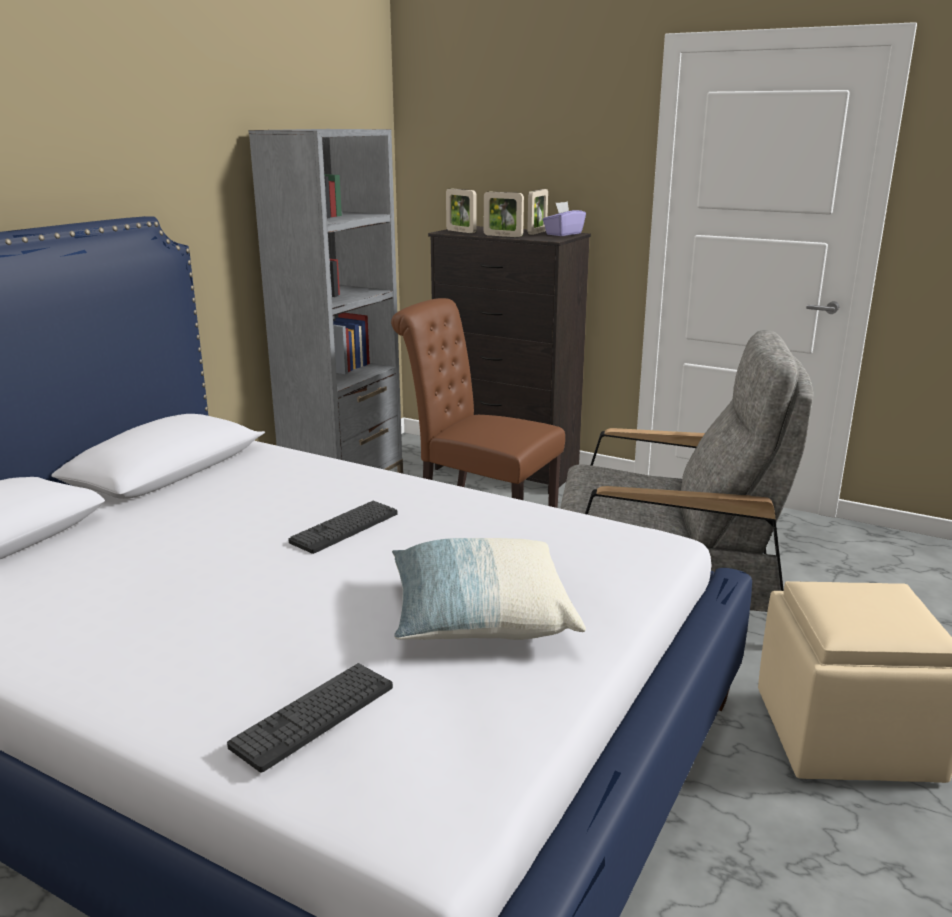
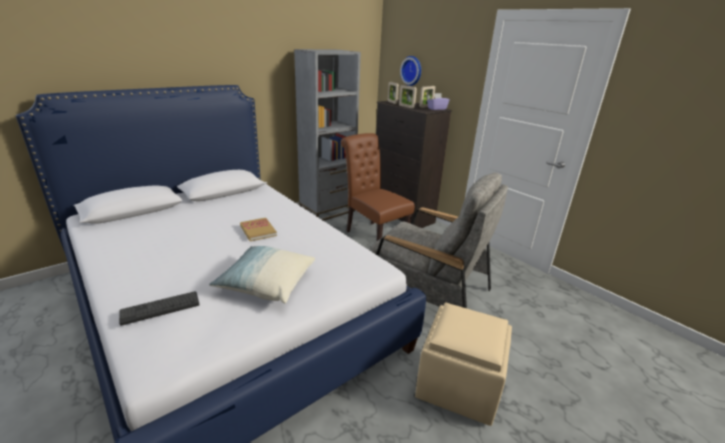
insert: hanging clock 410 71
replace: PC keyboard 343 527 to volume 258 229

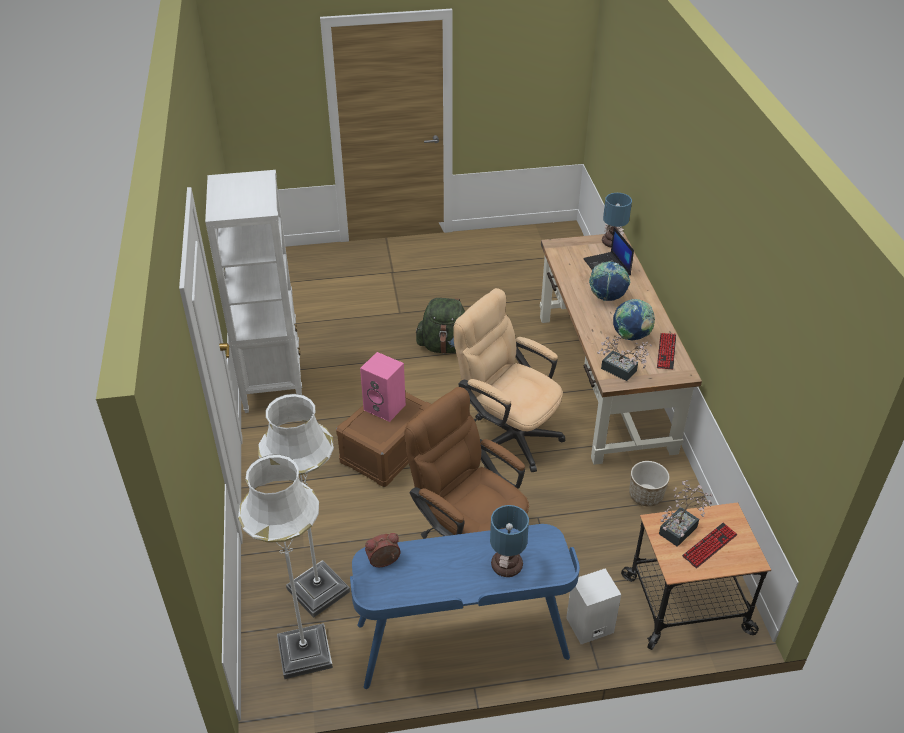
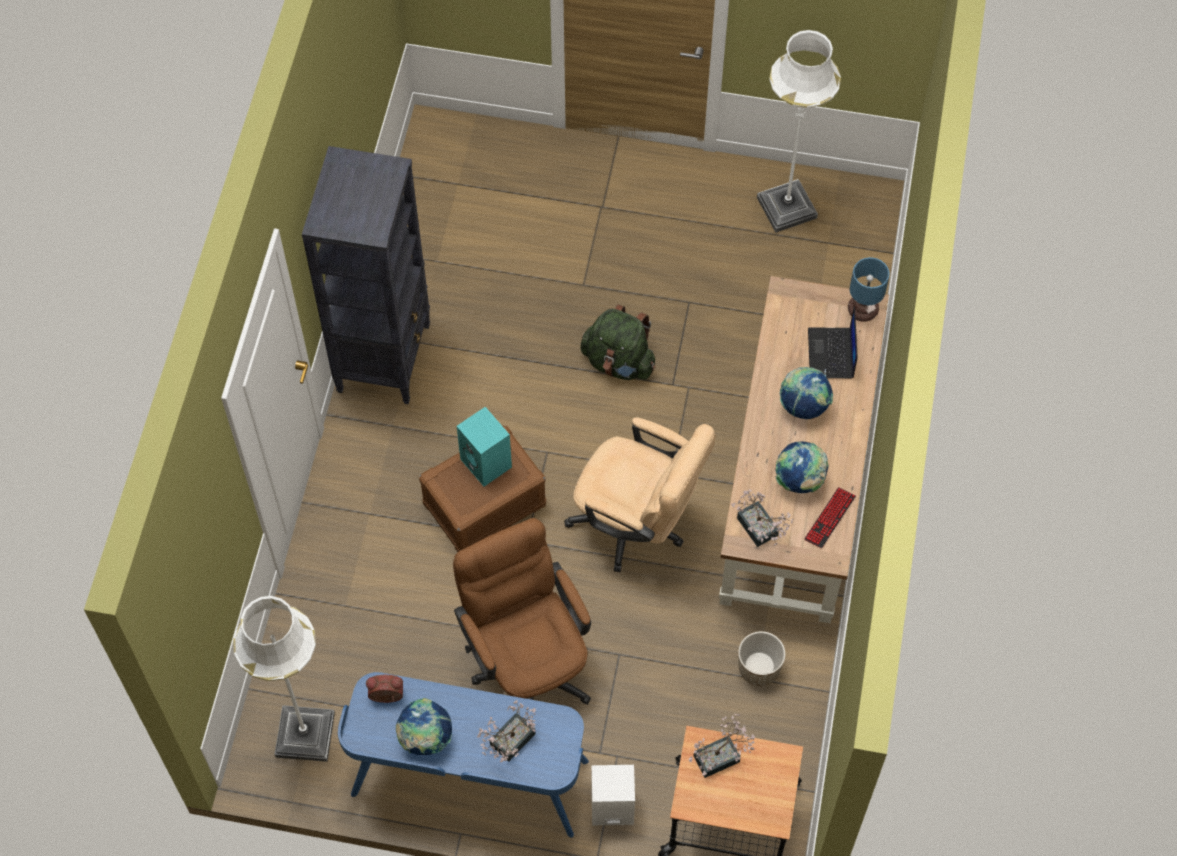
delete: PC keyboard 710 545
insert: globe 424 726
move: standard lamp (white-coloured) 304 506 to 799 131
replace: tabletop lamp 509 541 to potted plant 506 731
recolor: bookcase (white-coloured) 253 291 to bookcase (black-coloured) 366 275; speaker (pink-coloured) 383 387 to speaker (blue-green) 484 446
rotate: computer chair (beige-coloured) 509 380 = 640 495 150 degrees clockwise

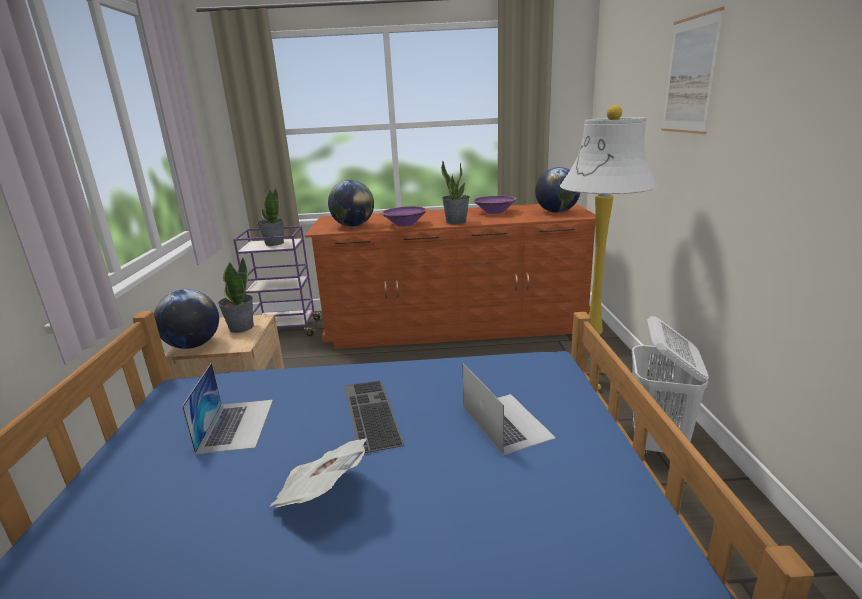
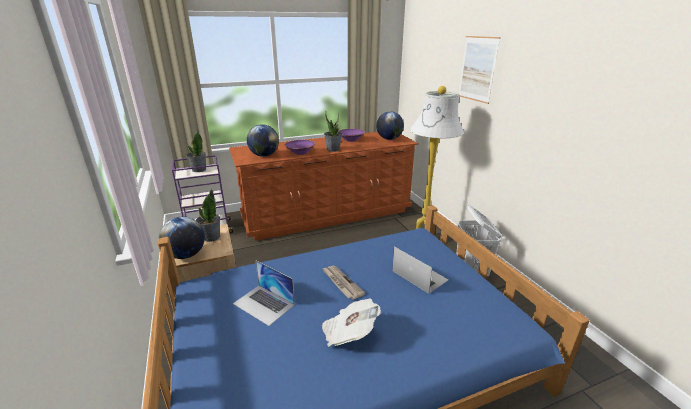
replace: PC keyboard 374 417 to newspaper 343 283
rotate: laptop 227 408 = 264 293 150 degrees clockwise

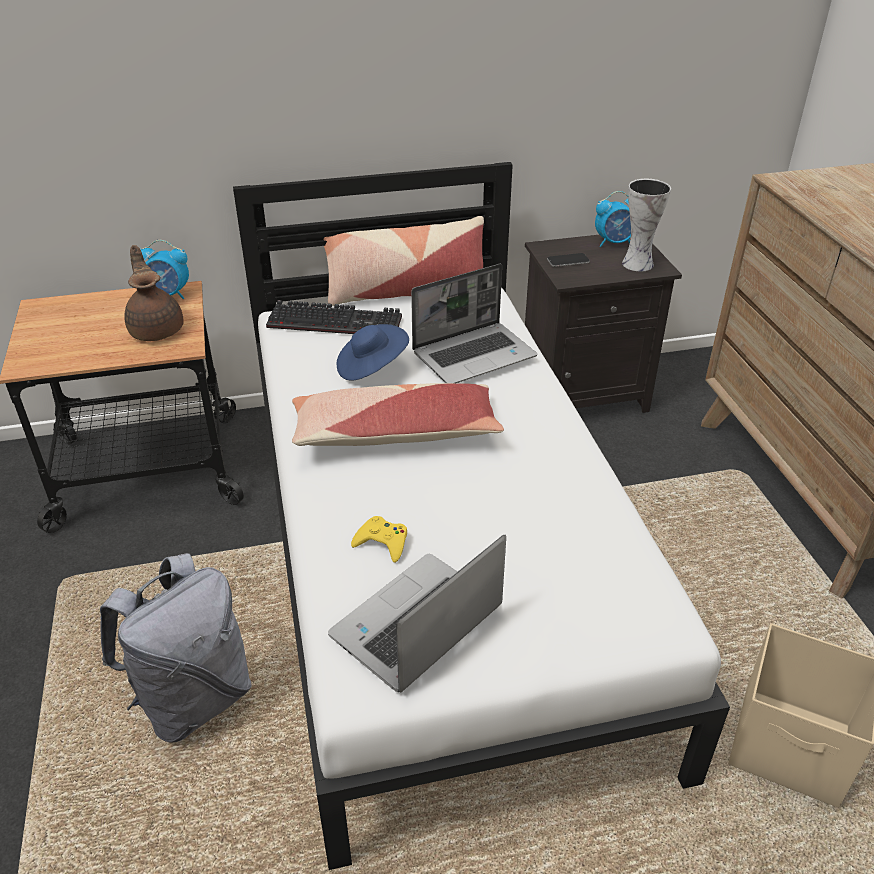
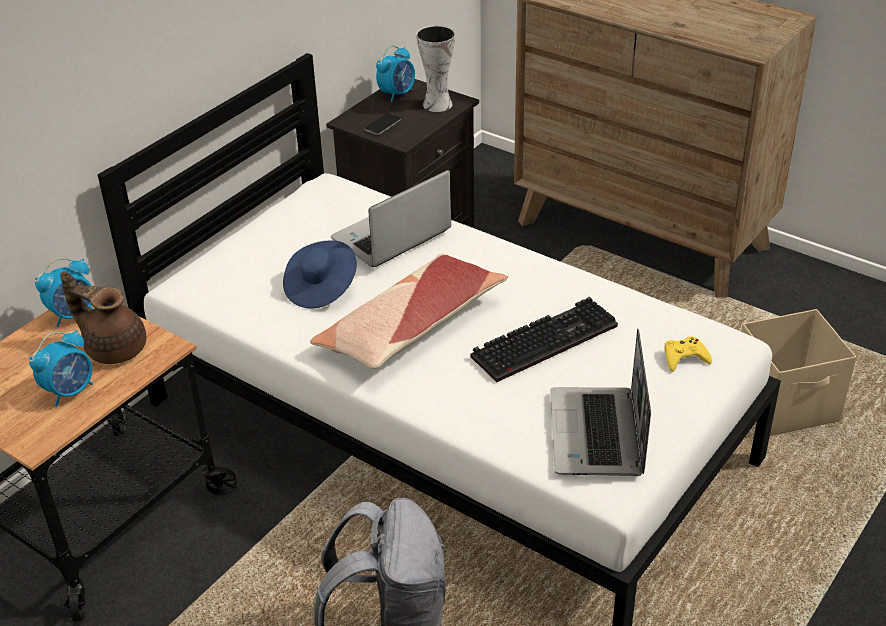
delete: throw pillow 403 261
insert: table clock 61 368
move: PC keyboard 334 317 to 544 339; gamepad (yellow) 379 539 to 688 354
rotate: laptop 474 323 = 391 218 150 degrees counterclockwise

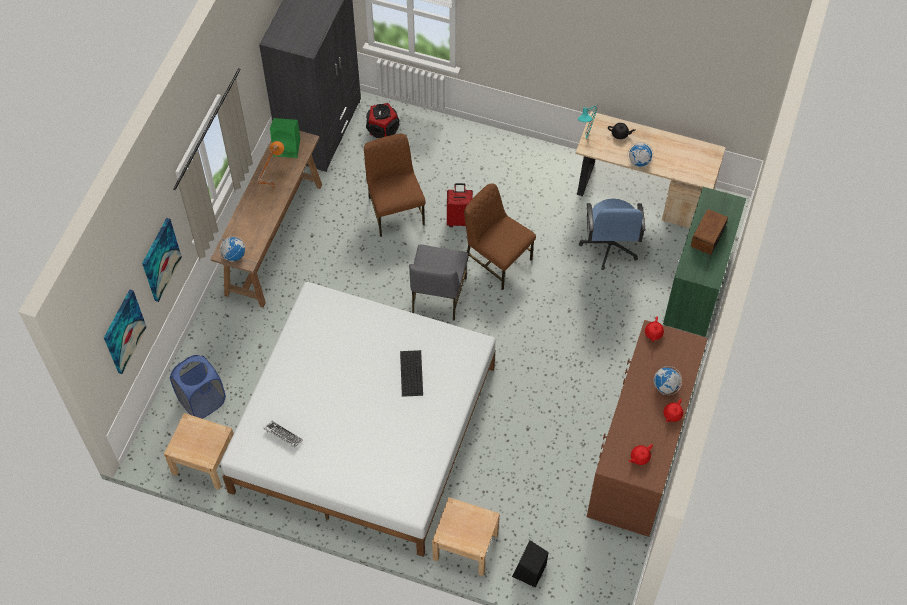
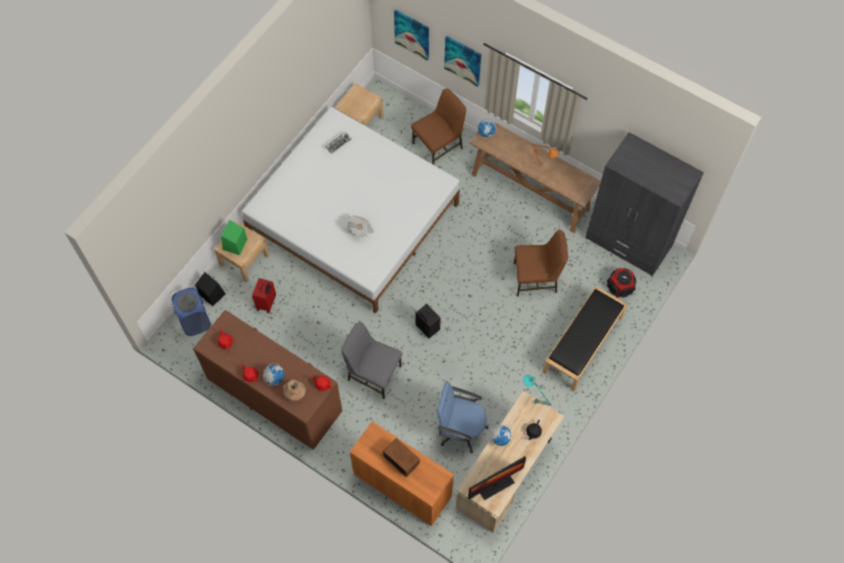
insert: flower vase (brownish) 294 390; travel case (black-coloured) 428 321; monitor 497 478; indoor bench (black-coloured) 584 338
move: hamper (blue) 198 387 to 191 312; speaker (green) 285 138 to 234 237; travel case (reddish) 460 205 to 264 295; chair (greyish) 438 282 to 371 360; chair (brownish) 500 236 to 438 126
replace: PC keyboard 411 373 to newspaper 360 226
recolor: storage cabinet (green) 704 262 to storage cabinet (orangey) 402 473

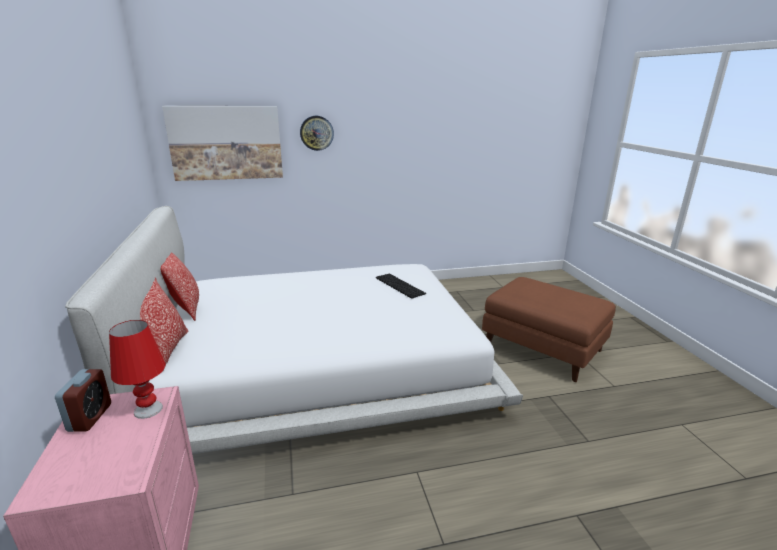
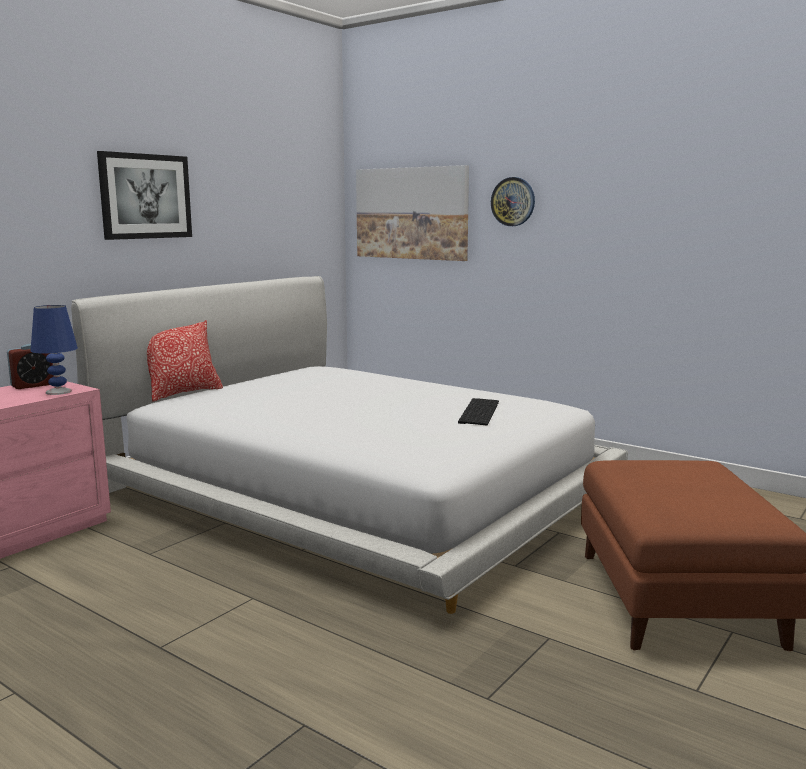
delete: throw pillow 180 286
insert: wall art 144 195
recolor: tabletop lamp (reddish) 137 369 to tabletop lamp (blue) 54 350

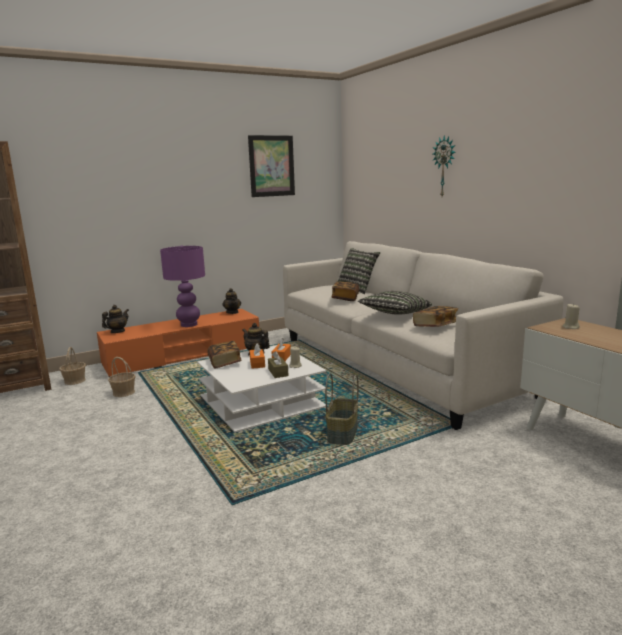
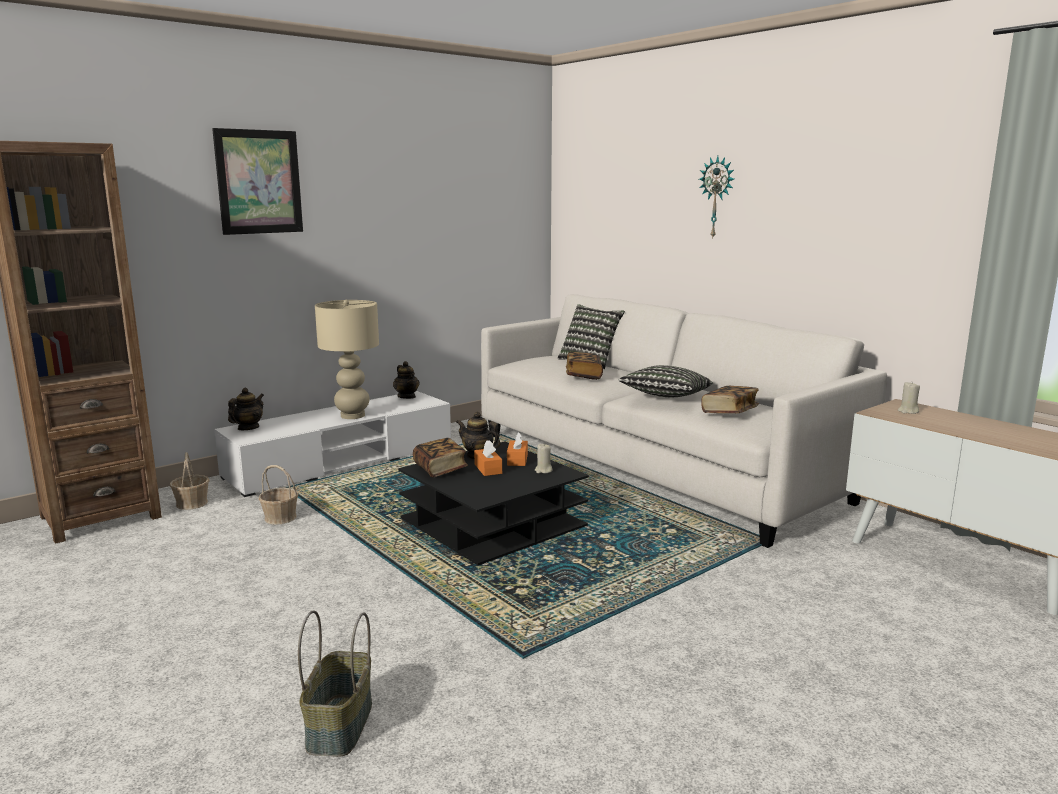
delete: box of tissues (brownish) 278 364
move: wall art 271 166 to 257 181; basket 342 409 to 335 683
recolor: media console (orangey) 178 343 to media console (white-coloured) 332 444; tabletop lamp (purplish) 182 286 to tabletop lamp (beige-coloured) 347 359; coffee table (white-coloured) 261 389 to coffee table (black-coloured) 493 503

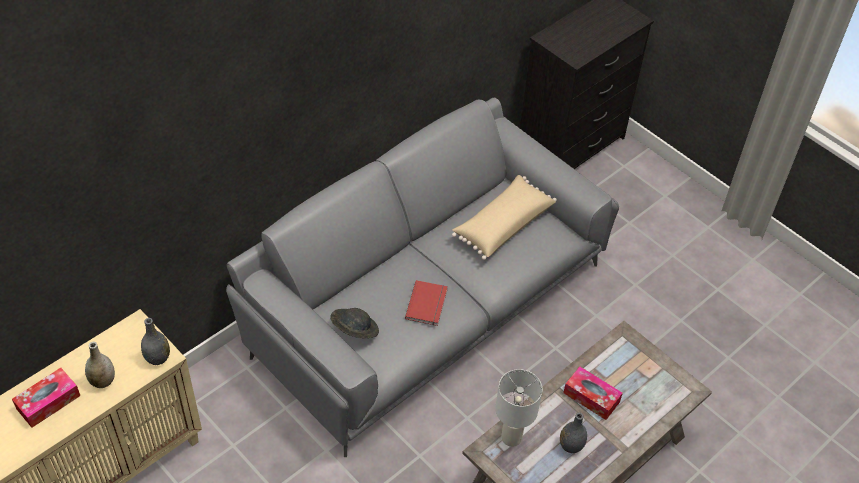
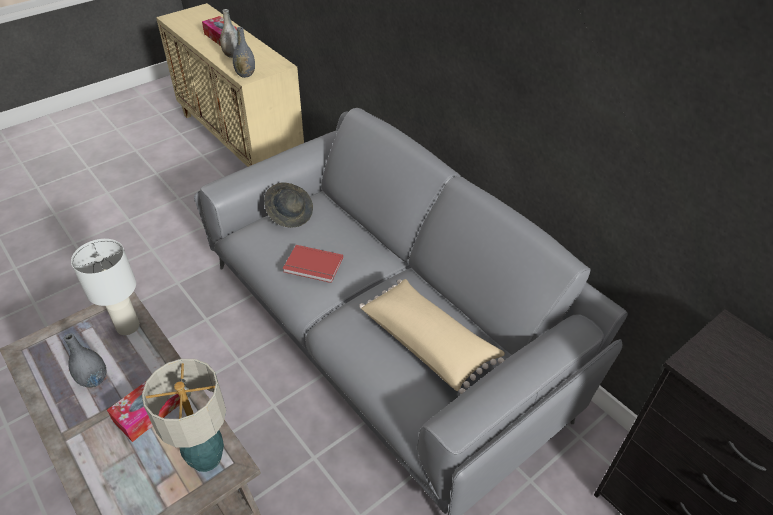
insert: tabletop lamp 184 415

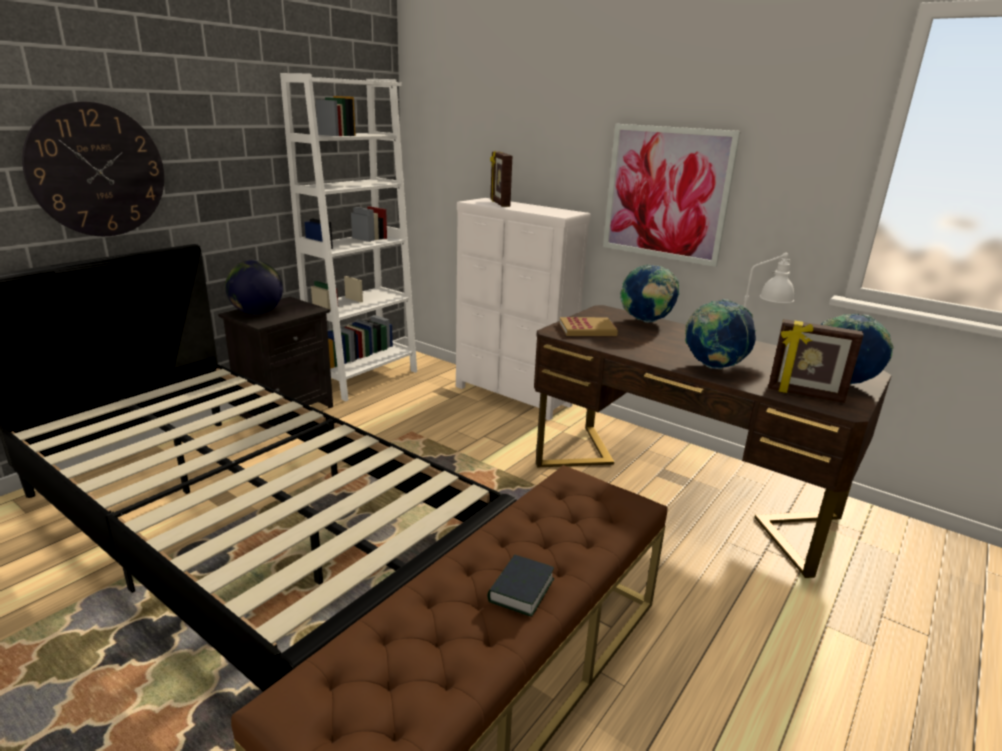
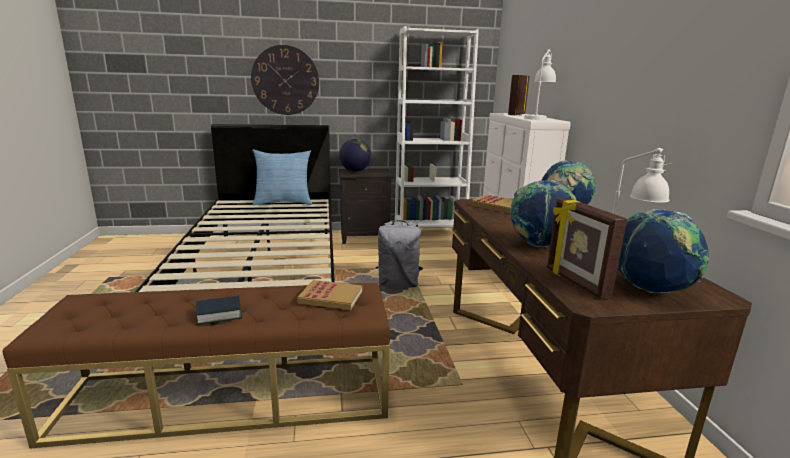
delete: wall art 672 195
insert: throw pillow 282 177; volume 329 295; rucksack (greyish) 399 254; tabletop lamp (white-coloured) 540 84

